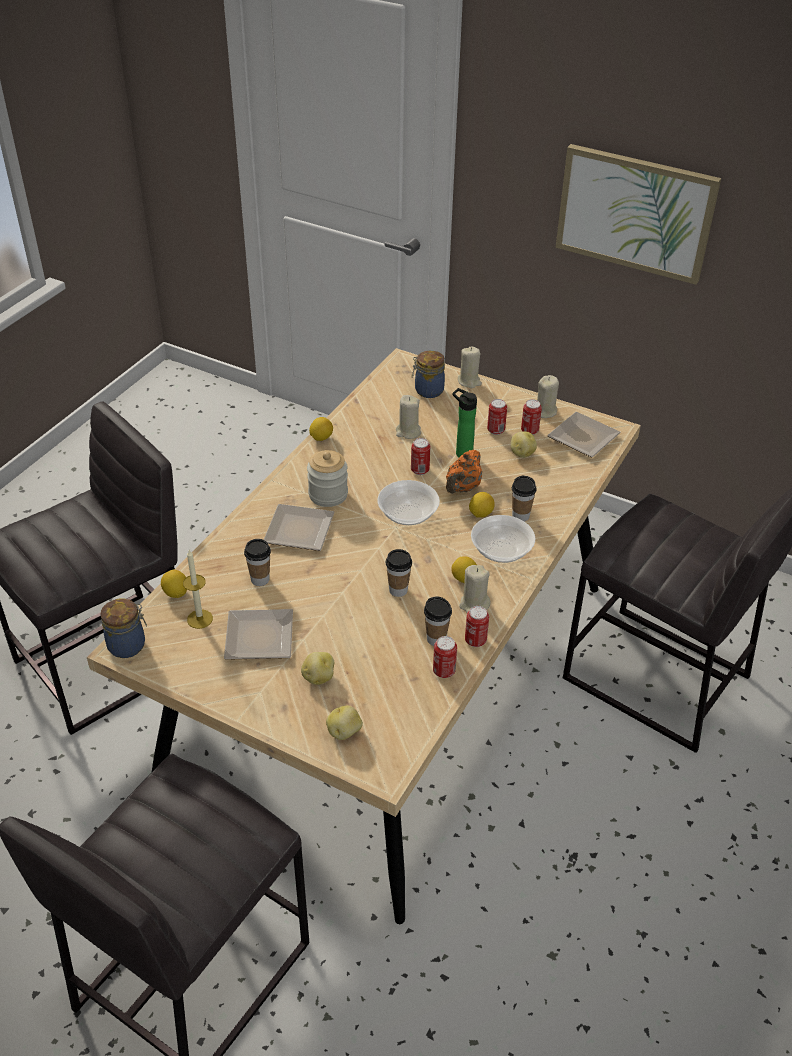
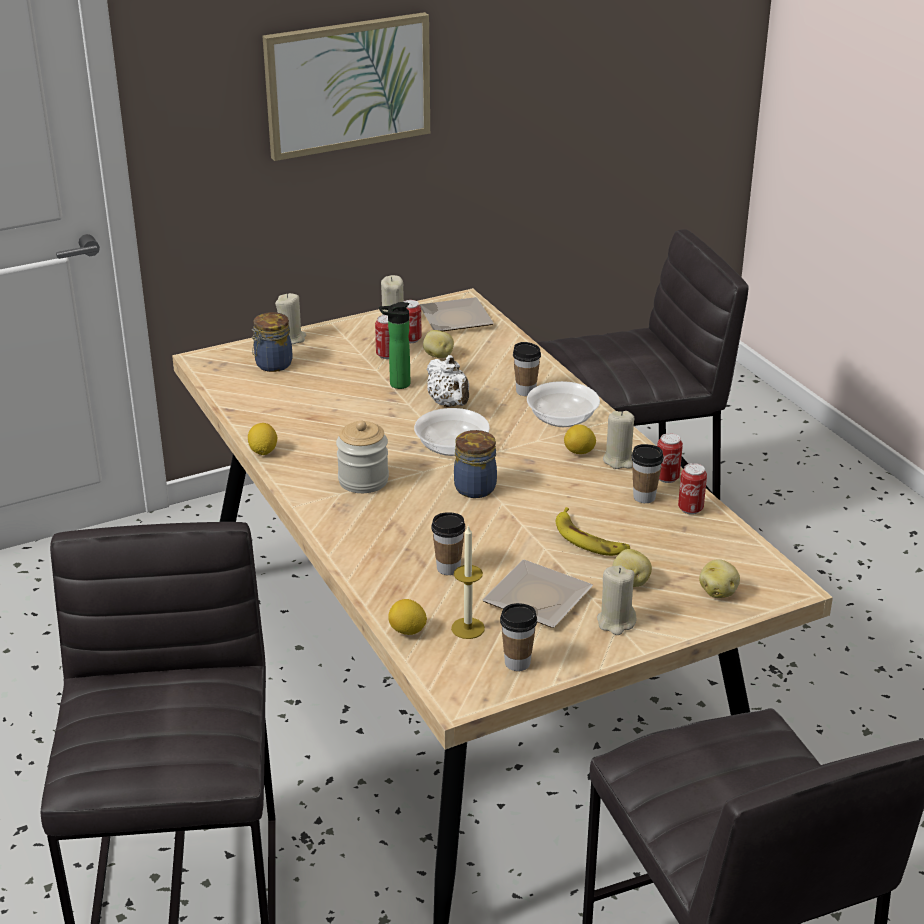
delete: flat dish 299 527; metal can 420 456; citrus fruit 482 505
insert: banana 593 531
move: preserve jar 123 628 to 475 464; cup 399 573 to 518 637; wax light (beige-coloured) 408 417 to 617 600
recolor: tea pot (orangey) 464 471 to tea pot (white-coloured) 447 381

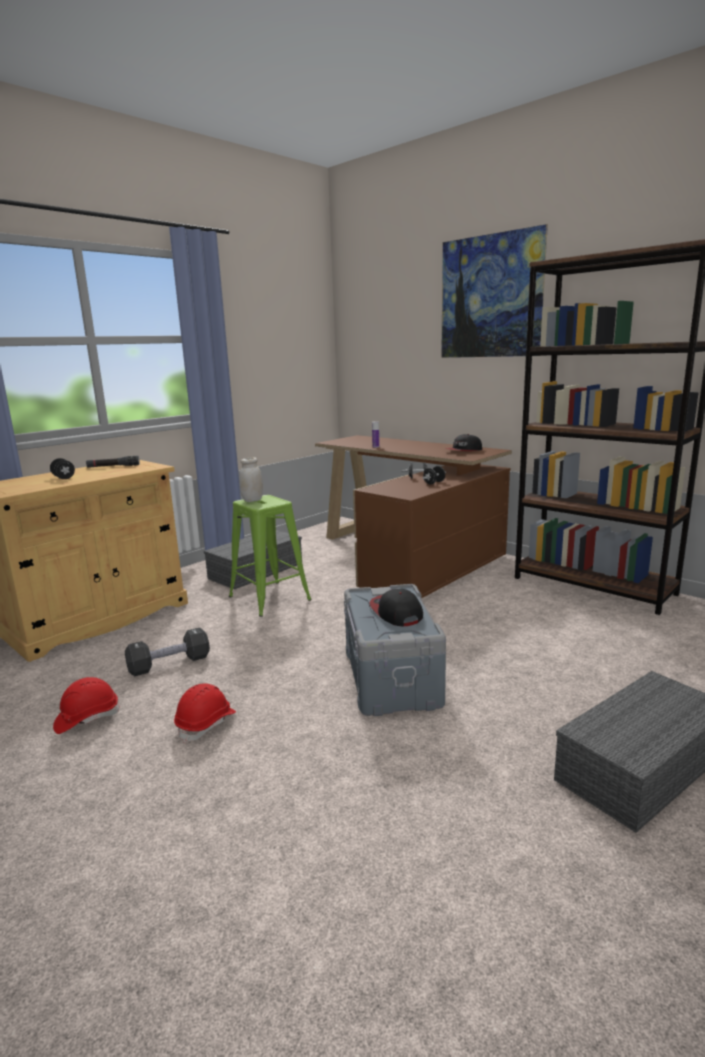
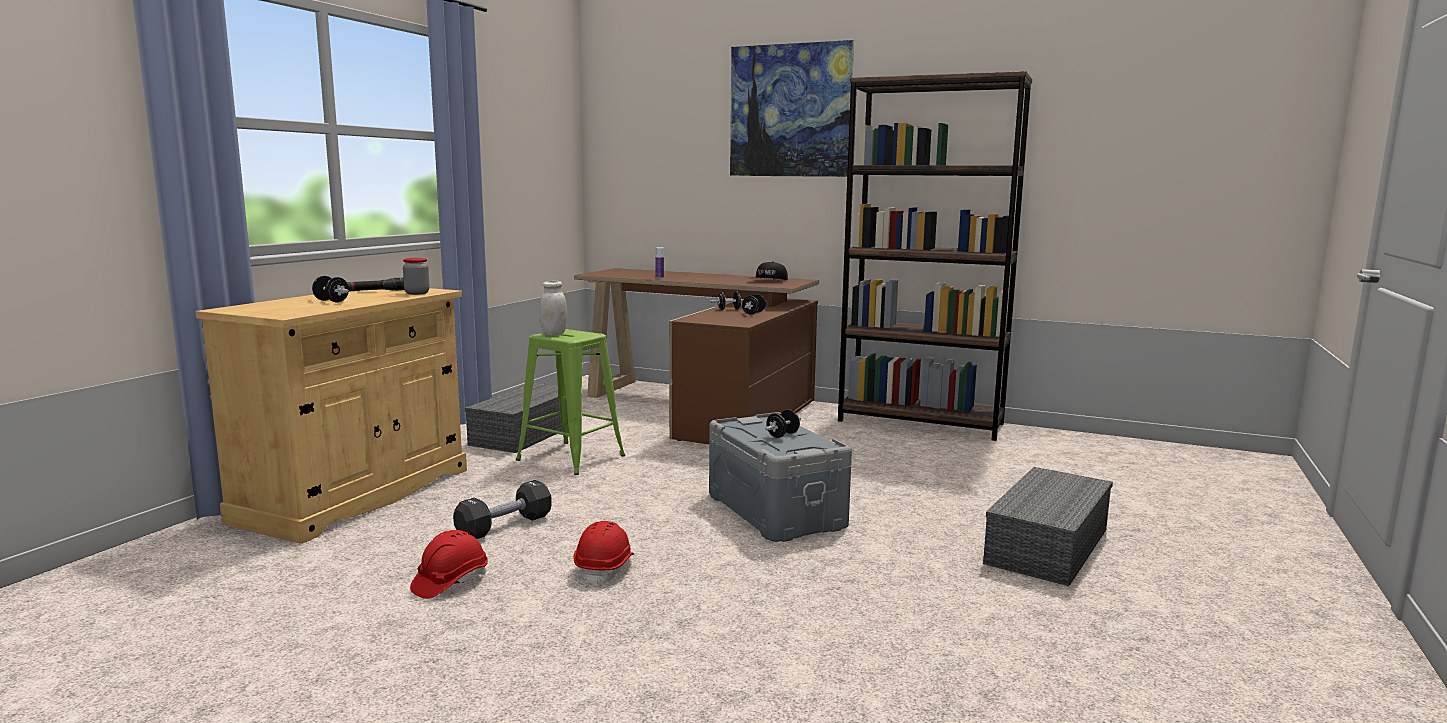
insert: preserve jar 416 276
replace: cap 396 607 to hand weight (black-coloured) 783 423

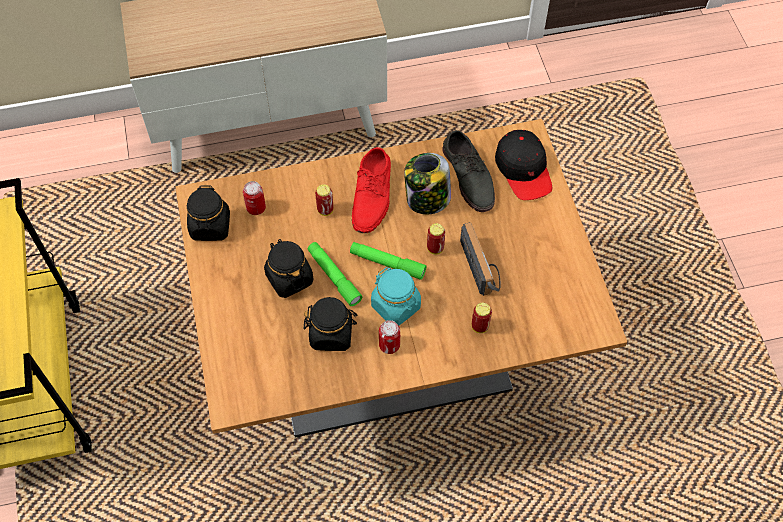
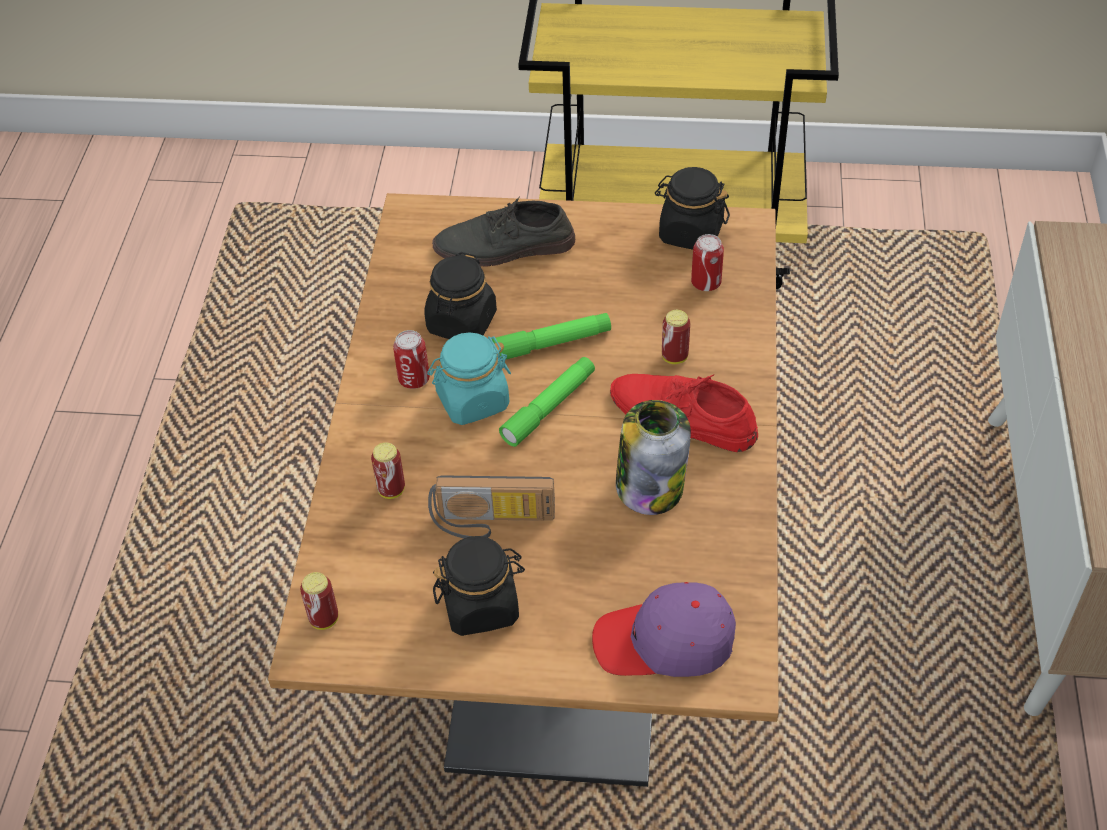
move: metal can 436 238 to 319 601; low shoe (greyish) 468 171 to 503 231; preserve jar (black-coloured) 289 268 to 479 586
recolor: cap (black-coloured) 523 165 to cap (purplish) 664 629

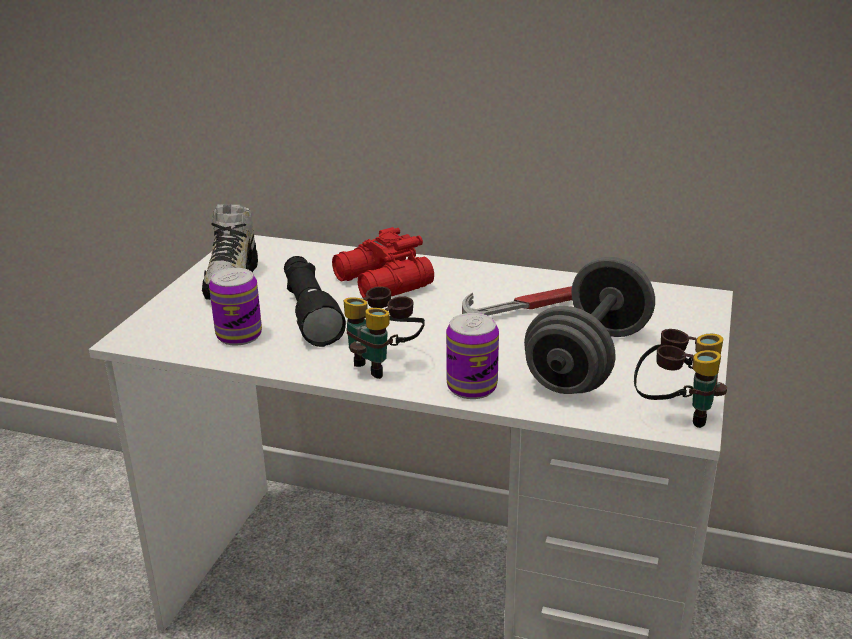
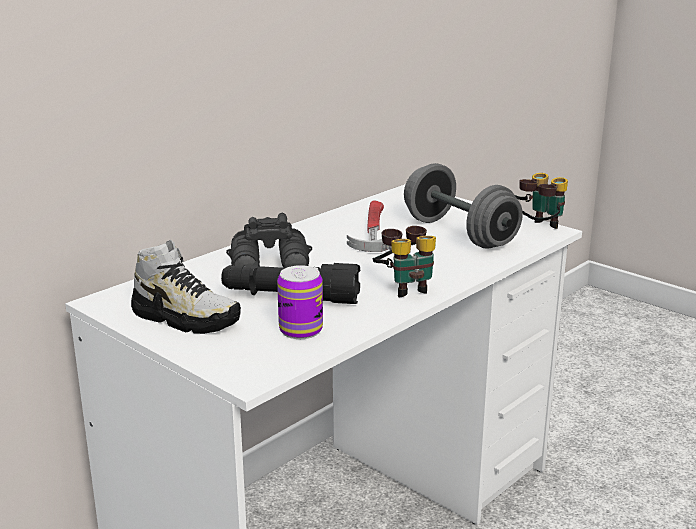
delete: metal can 472 356
recolor: binoculars (reddish) 383 264 to binoculars (black-coloured) 269 240

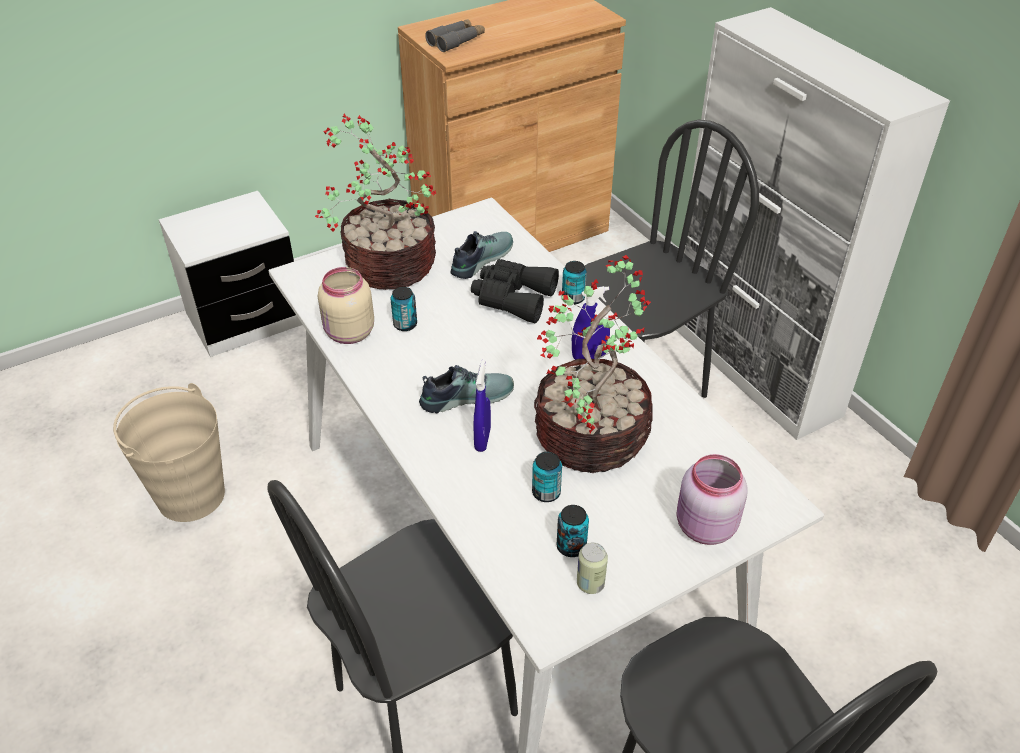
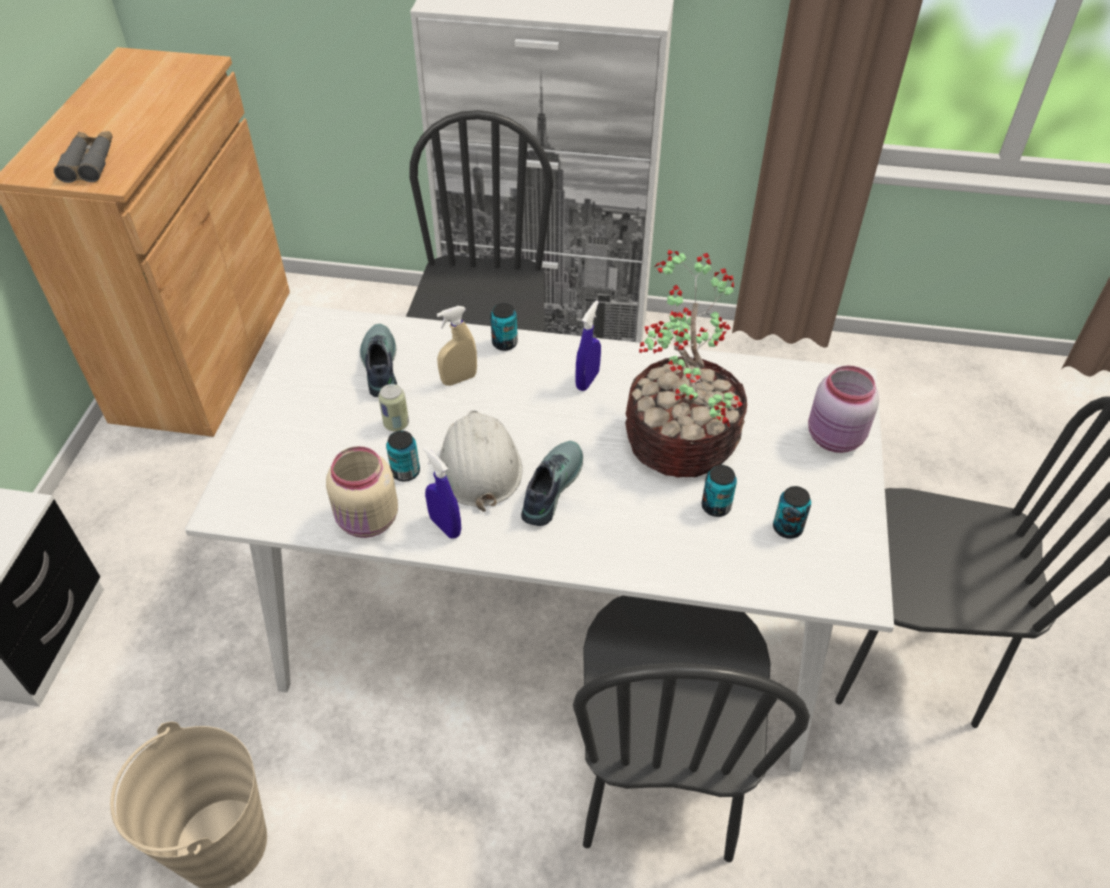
delete: potted plant 375 201
insert: work helmet (white-coloured) 481 461
move: metal can 592 568 to 393 407; spray bottle (blue) 482 406 to 442 492
replace: binoculars (black-coloured) 515 291 to spray bottle (beige-coloured) 457 346

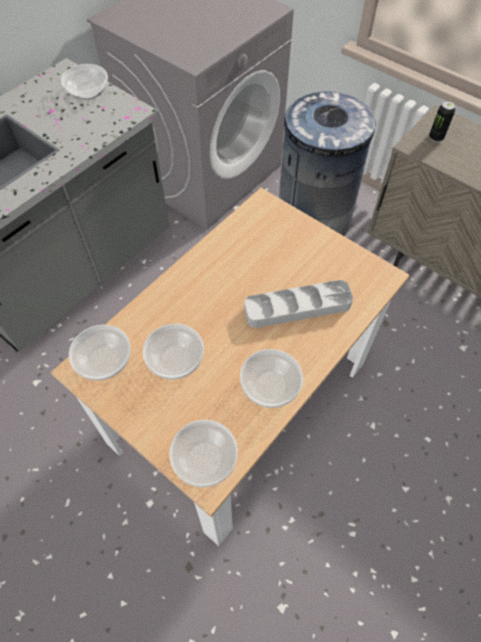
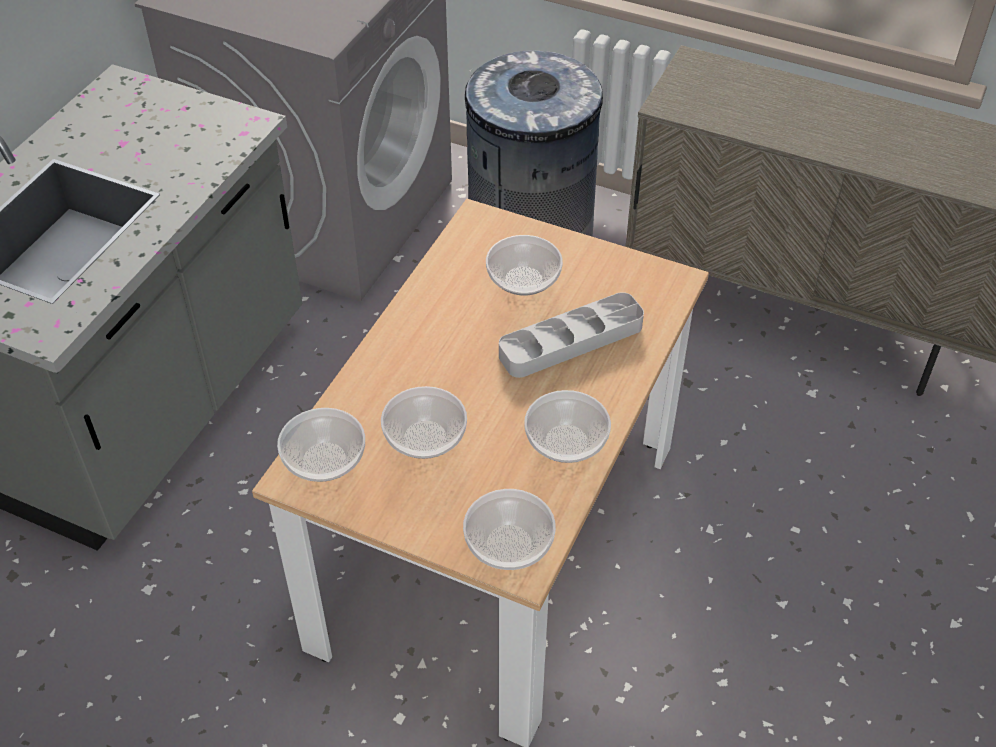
delete: metal can 442 121
move: deep dish 84 82 to 524 265

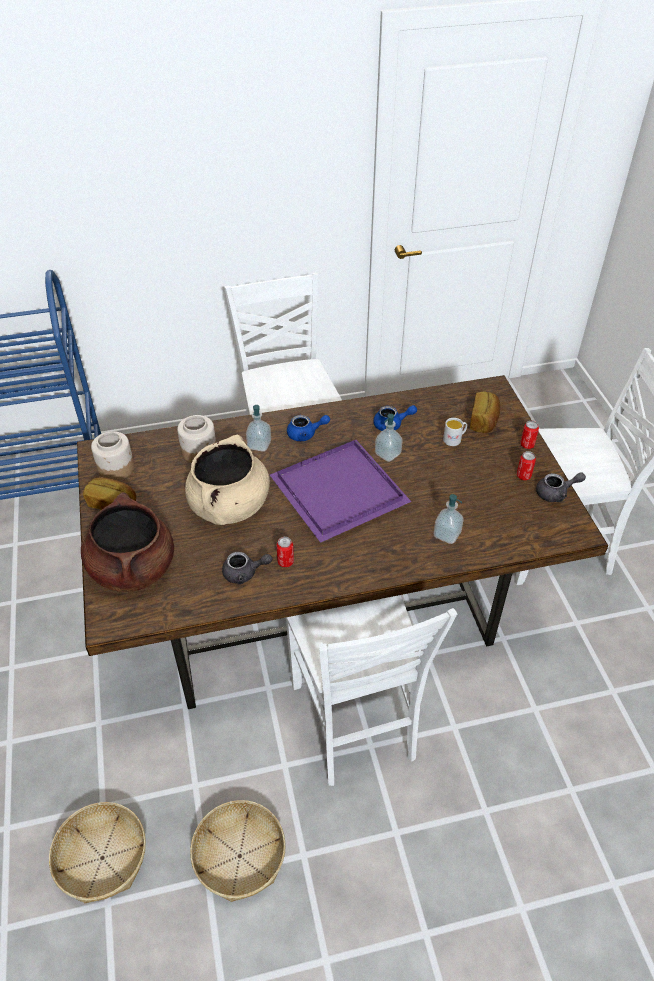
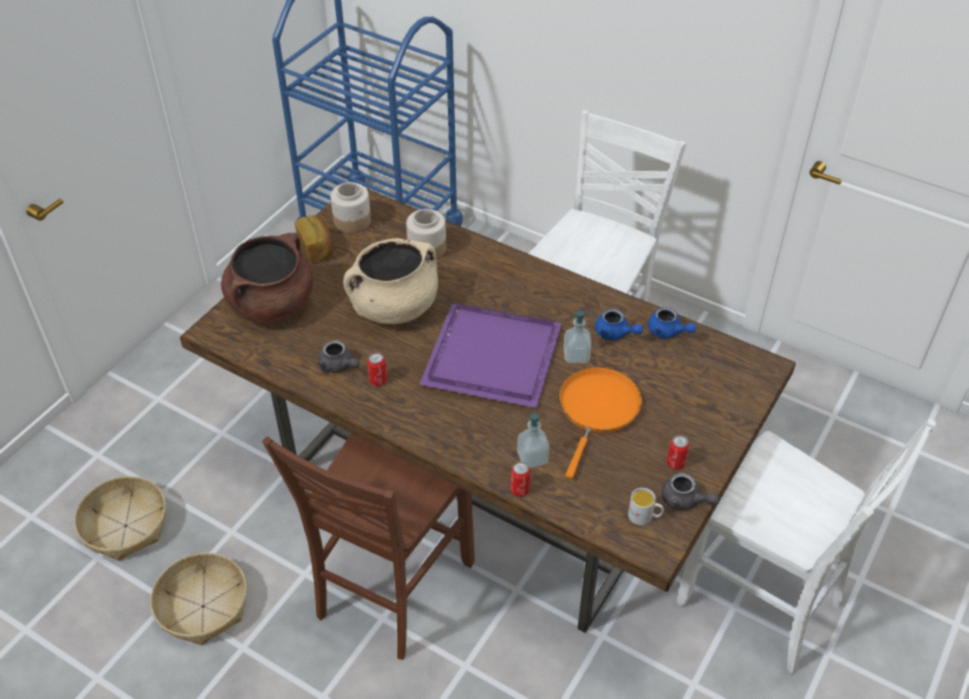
delete: soap bottle 258 428; bakery bread 485 412
insert: skillet (orangey) 600 423
move: metal can 529 435 to 521 479; mug (white-coloured) 455 432 to 646 506; tea pot (blue) 308 428 to 672 323
recolor: chair (white-coloured) 371 690 to chair (brownish) 368 546

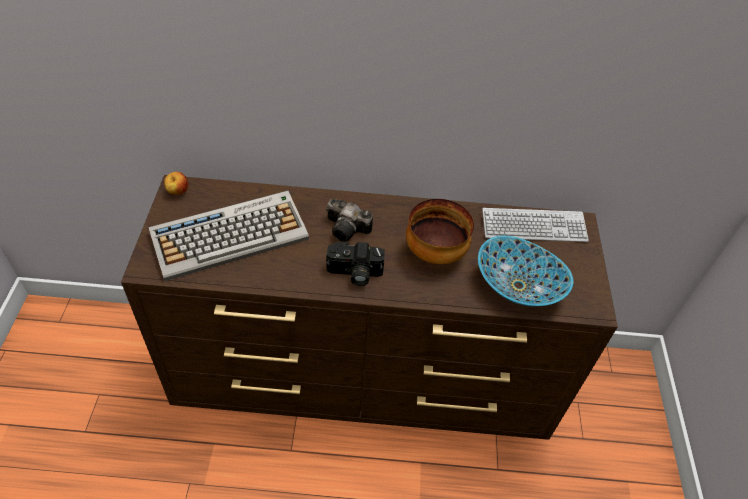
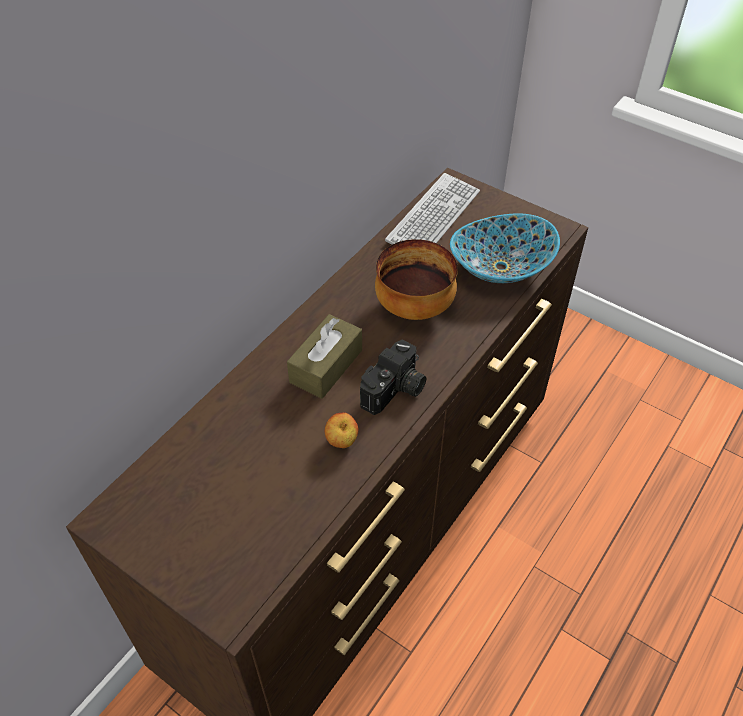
delete: PC keyboard 228 236
move: apple fruit 176 183 to 341 430
replace: photo camera 349 220 to box of tissues (brownish) 324 356

